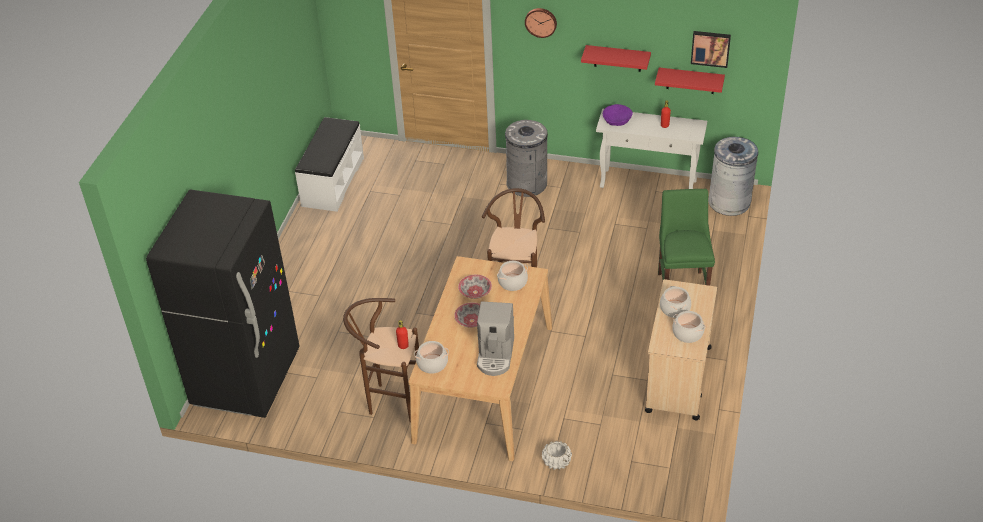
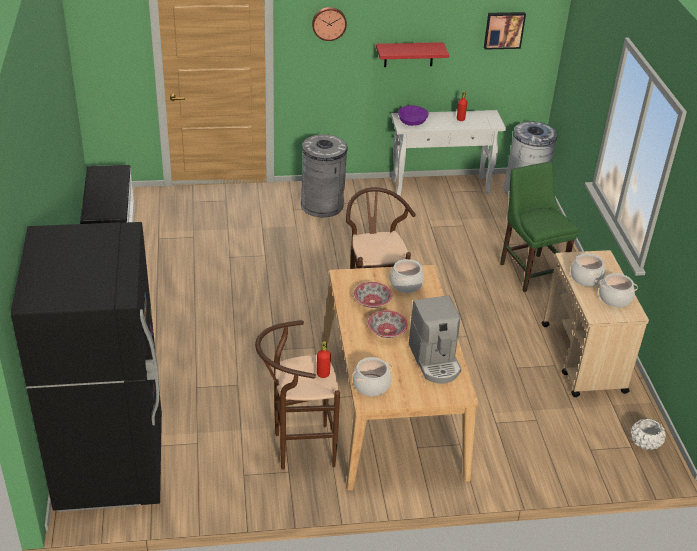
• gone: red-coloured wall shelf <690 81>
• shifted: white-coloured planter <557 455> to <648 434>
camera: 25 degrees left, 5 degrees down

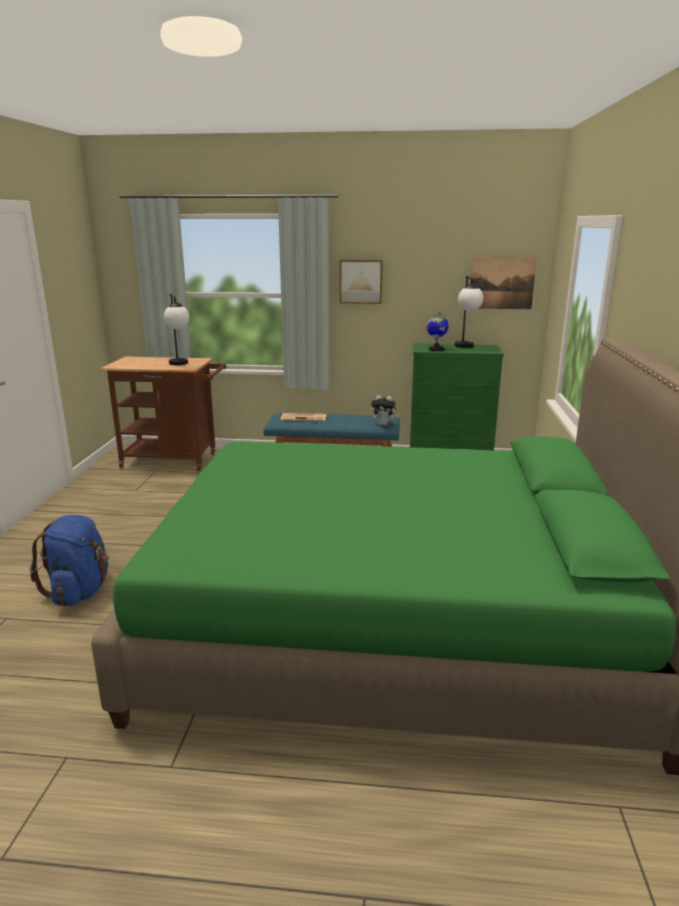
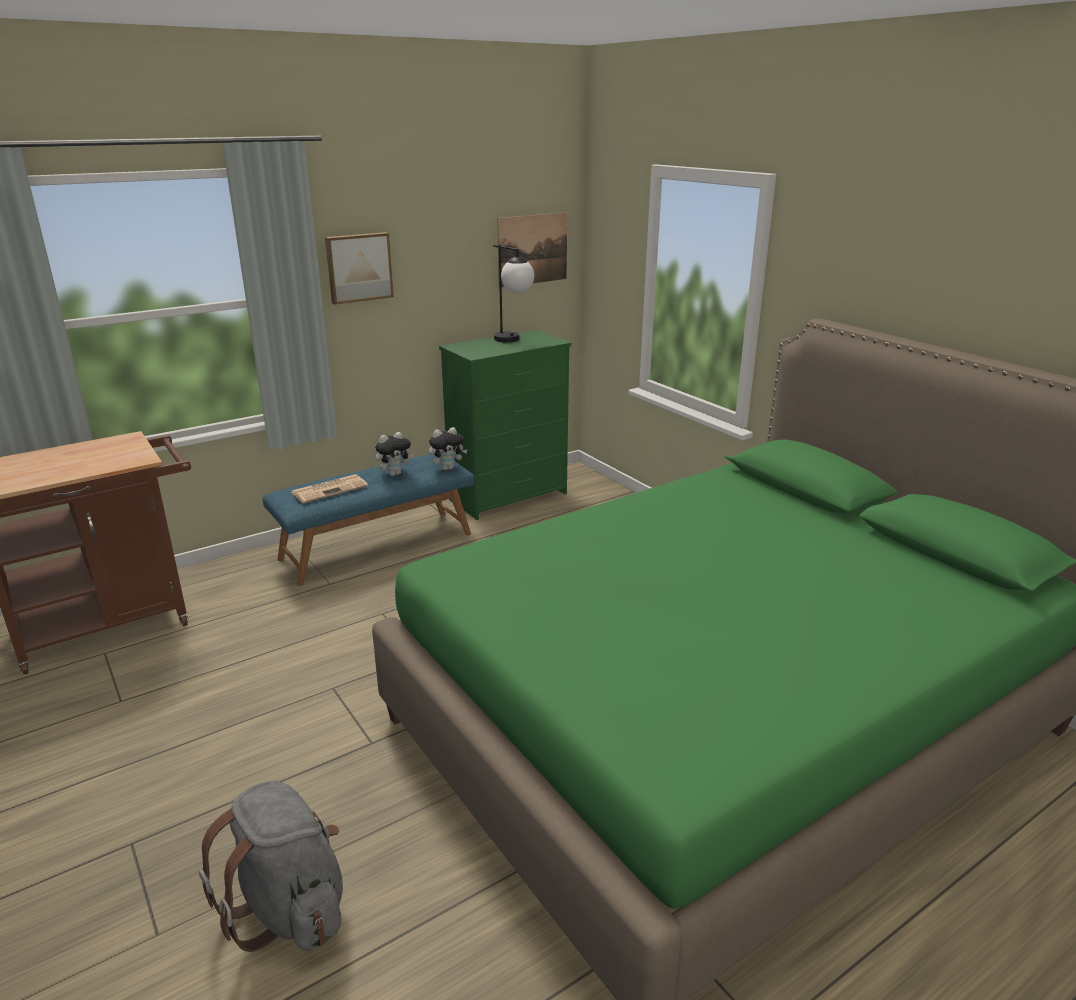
• gone: lamp for a table <176 329>
• gone: desk globe <437 331>
• new: cuddly toy <394 454>
• repainted: blue rucksack <69 560> to grey rucksack <271 866>
camera: 40 degrees left, 5 degrees up

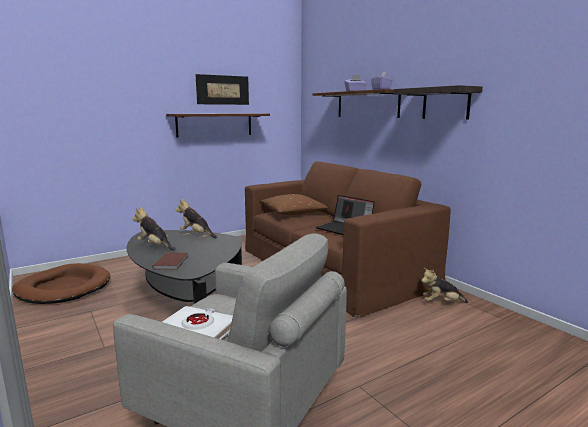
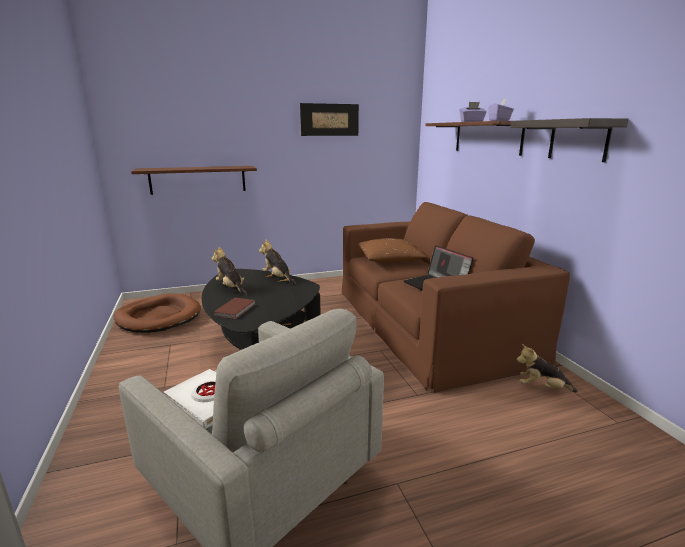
• shifted: wall shelf <218 125> to <194 180>
camera: 15 degrees right, 5 degrees up

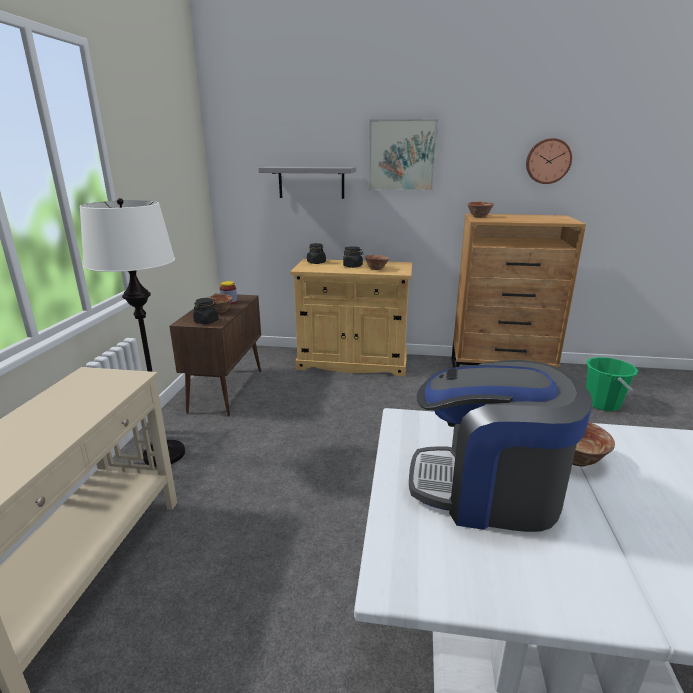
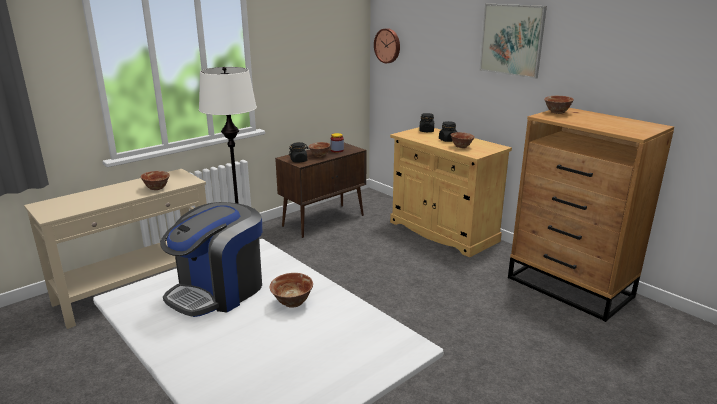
• gone: grey wall shelf <307 183>
• gone: green pail <612 384>
• new: deep dish <155 180>
• shifted: wall clock <549 161> to <387 45>
• rotated: coffee machine <501 446> = <211 259> 105 degrees counterclockwise
camera: 40 degrees right, 0 degrees up

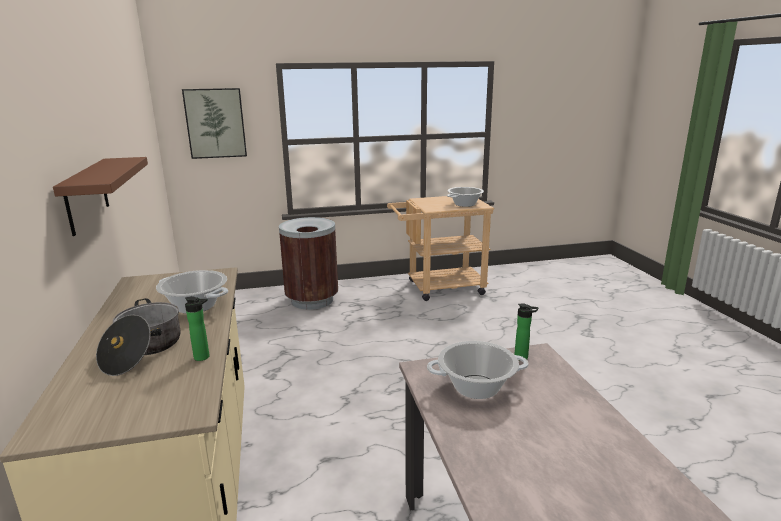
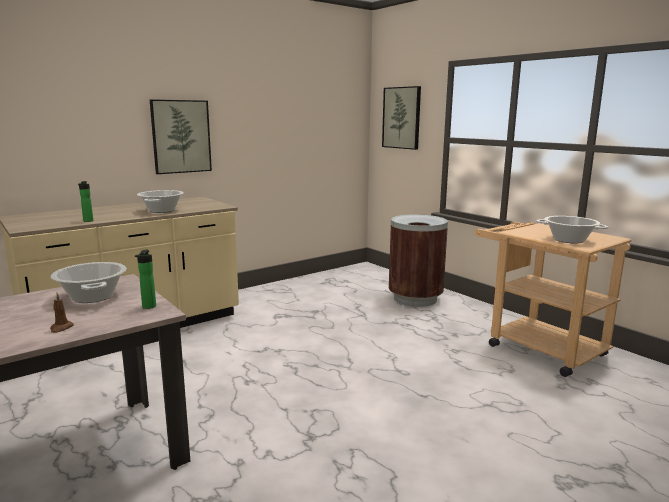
• gone: stockpot <138 337>
• new: brown-coloured wax light <62 313>
• swapped: brown-coloured wall shelf <100 196> to wall art <181 136>
camera: 65 degrees right, 5 degrees down

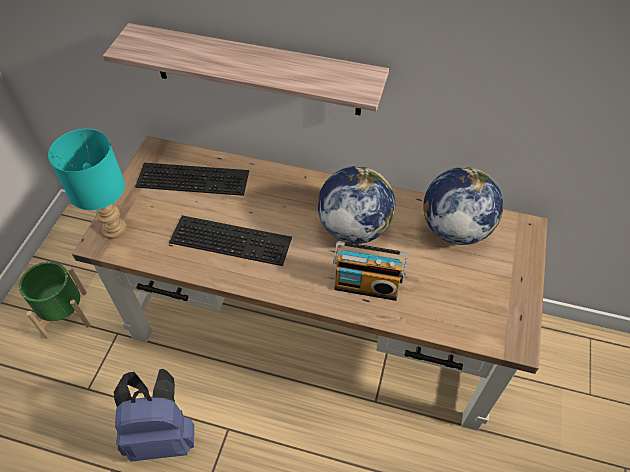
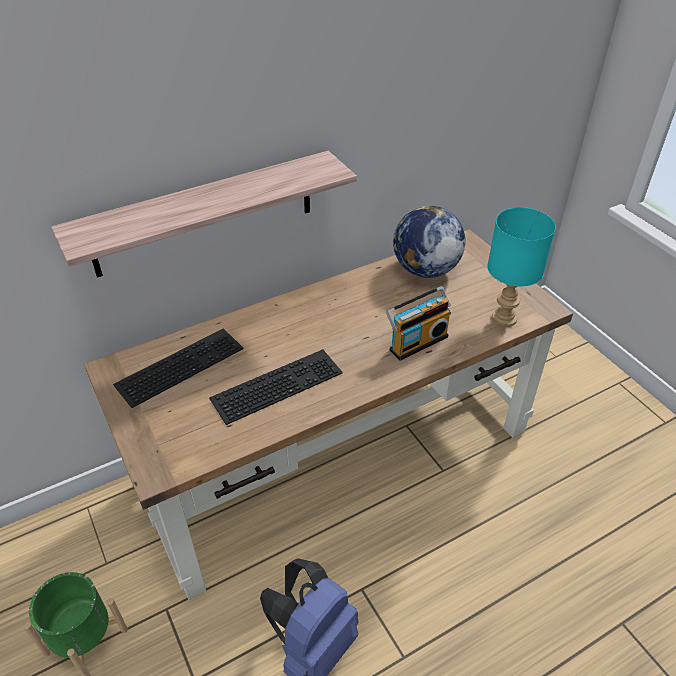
• gone: desk globe <356 205>
• shifted: blue-green lamp for a table <87 184> to <521 267>
camera: 45 degrees left, 10 degrees down

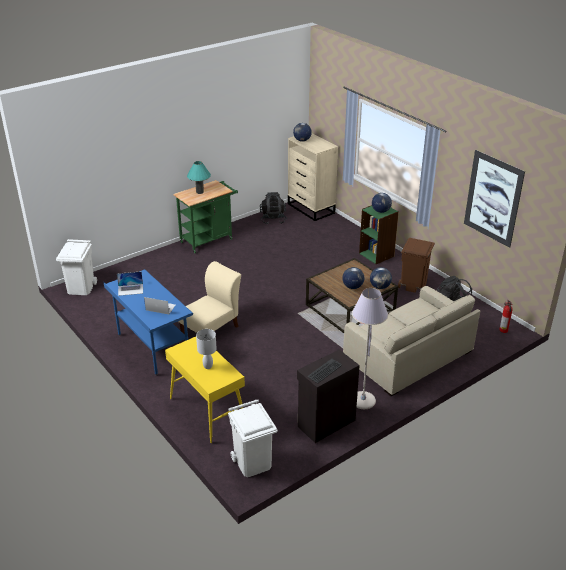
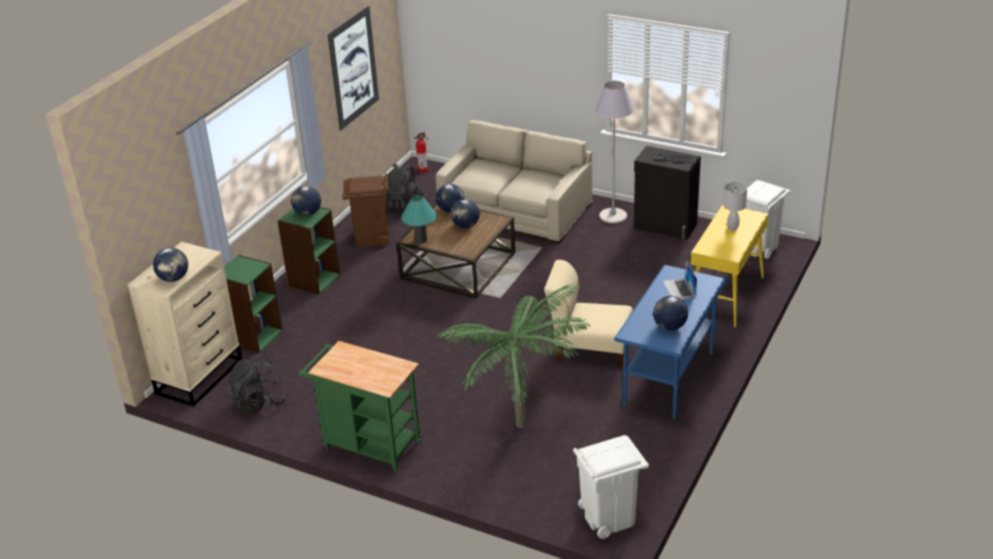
• new: green bookcase <253 304>
• new: plant in a pot <513 356>
• shifted: blue-green lamp for a table <199 177> to <419 219>
• swapped: portable computer <130 283> to desk globe <670 313>
camera: 115 degrees left, 0 degrees up

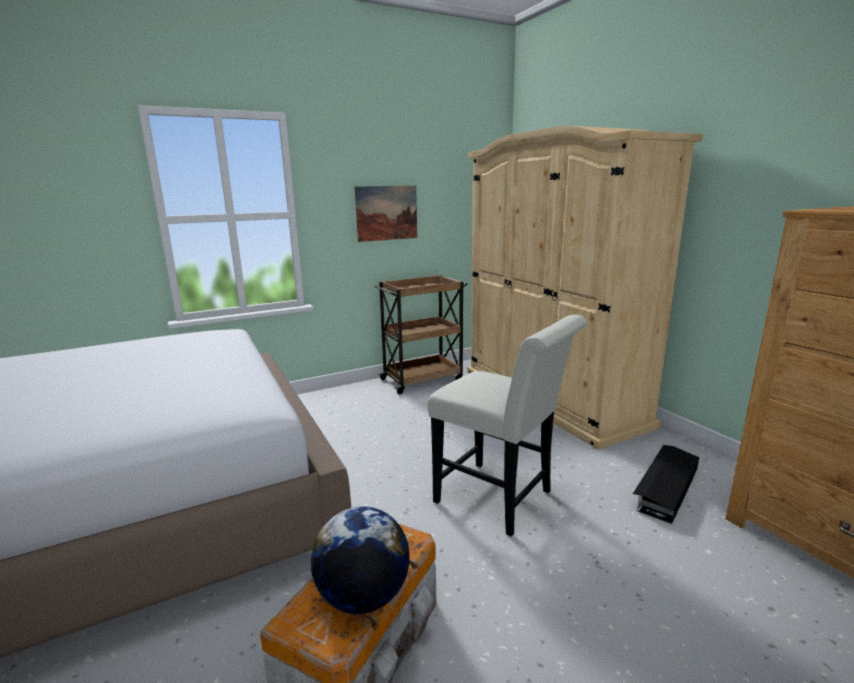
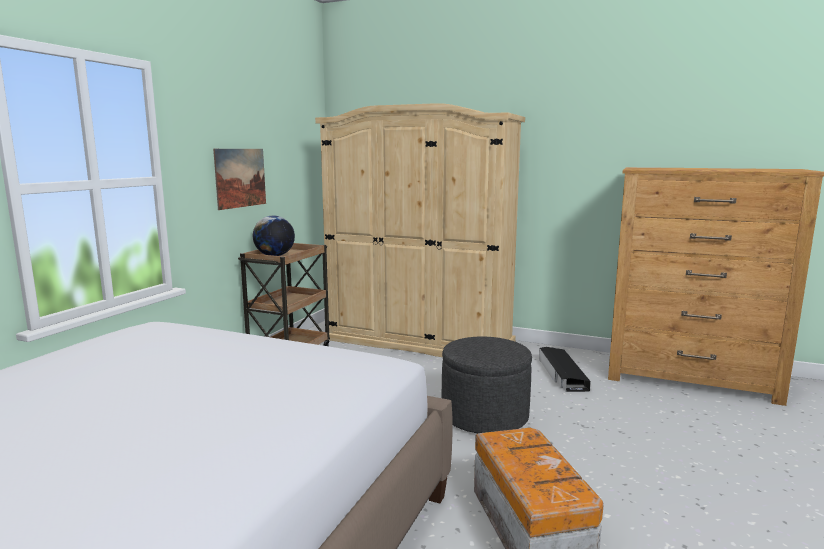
• shifted: desk globe <360 560> to <274 236>
• swapped: white-coloured chair <507 426> to grey pouffe <487 385>
camera: 40 degrees left, 5 degrees down

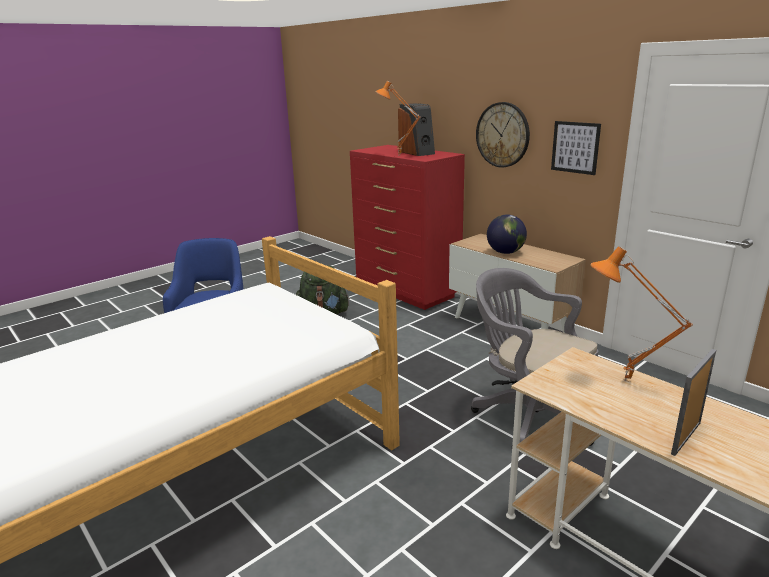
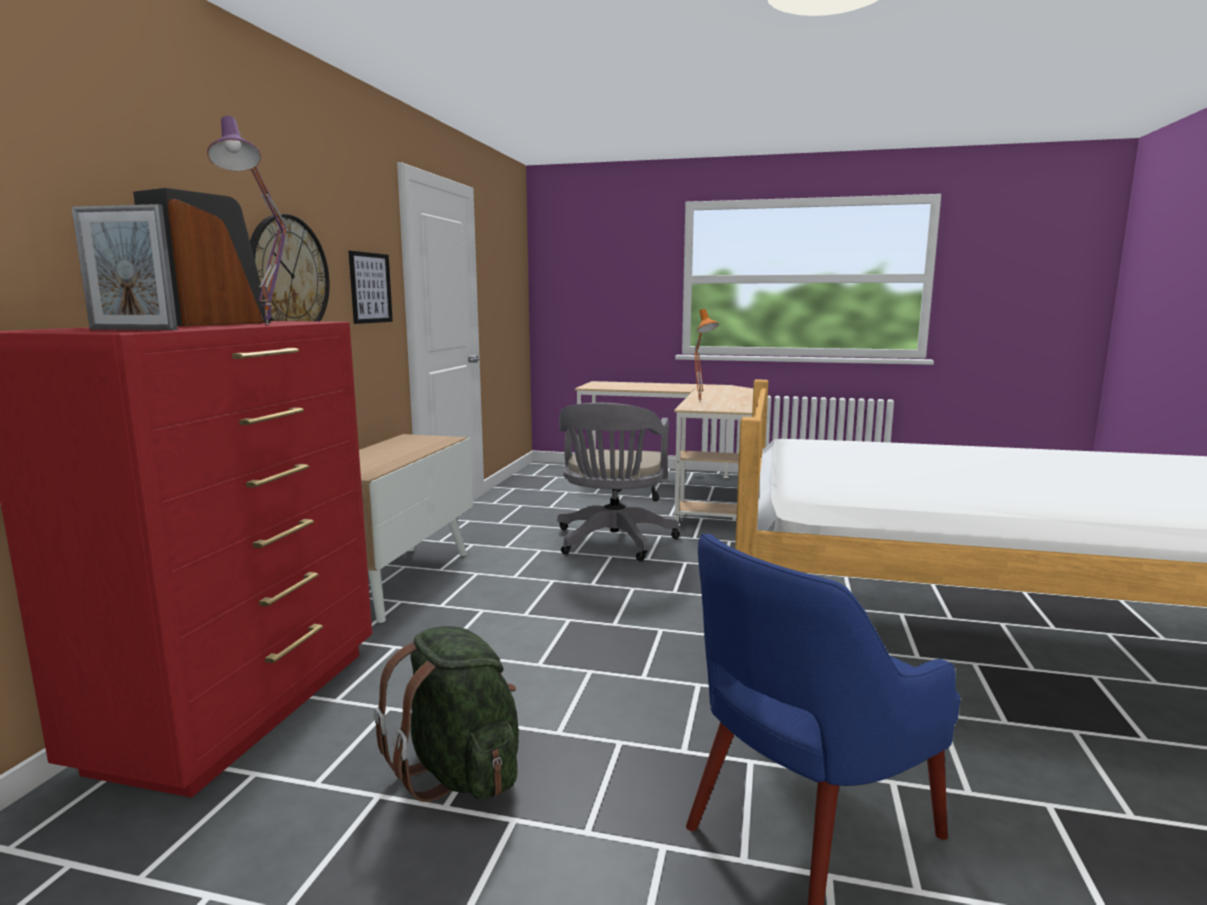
• gone: desk globe <507 234>
• shifted: standing frame <693 402> to <125 267>
• repainted: orange-coloured lamp for a table <398 118> to purplish lamp for a table <247 220>
camera: 125 degrees left, 10 degrees down

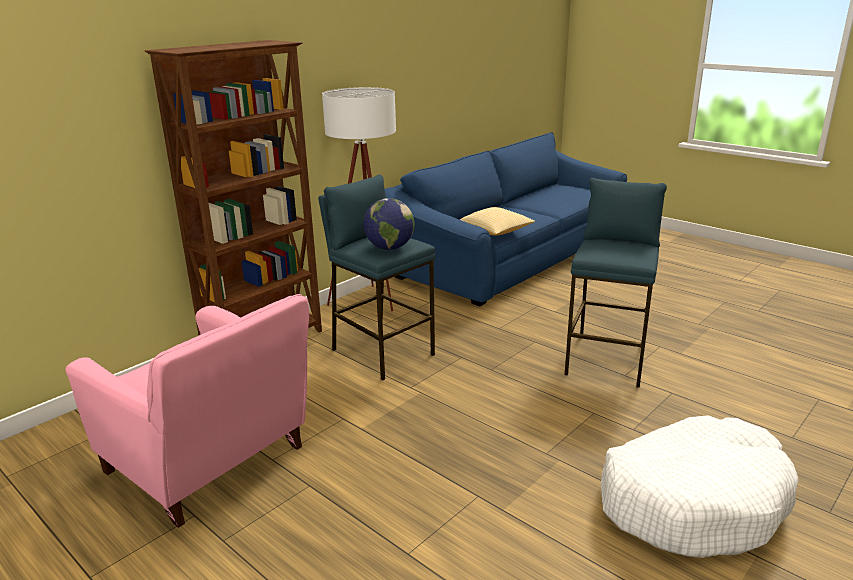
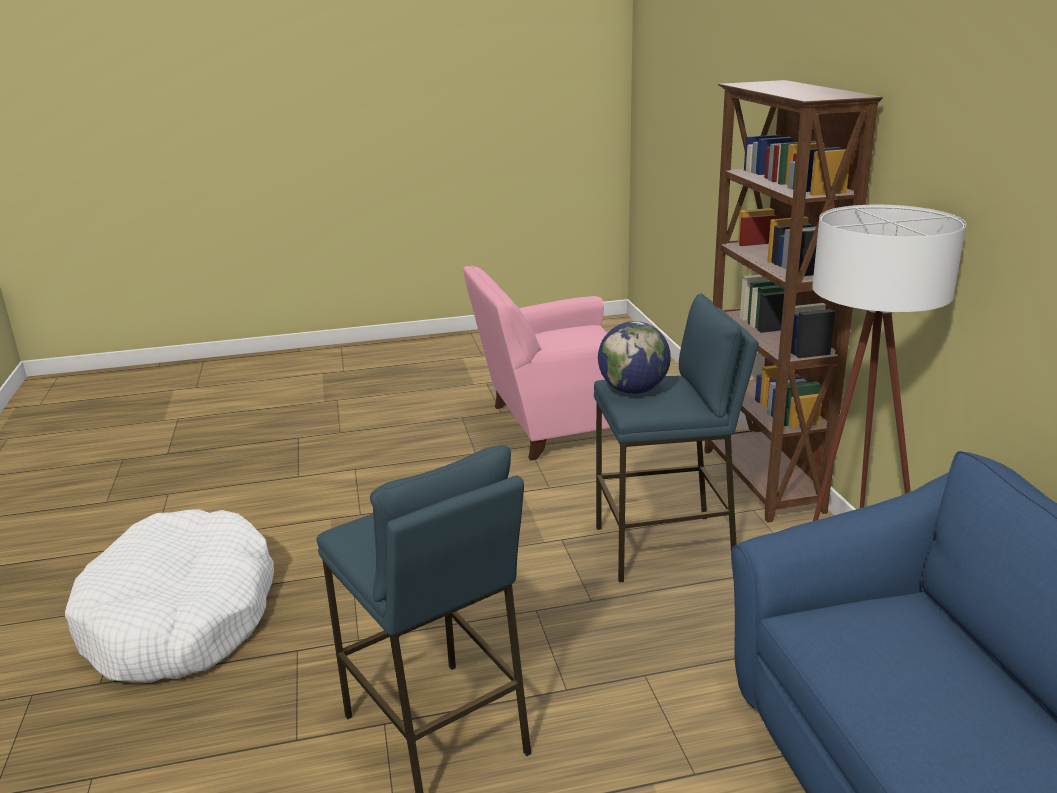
• gone: throw pillow <497 221>
camera: 125 degrees right, 0 degrees up

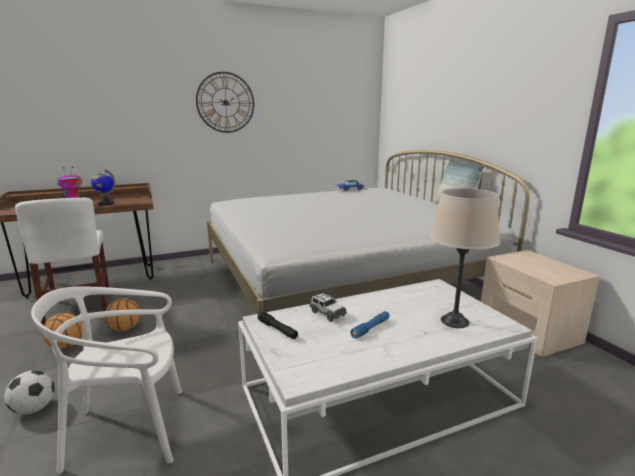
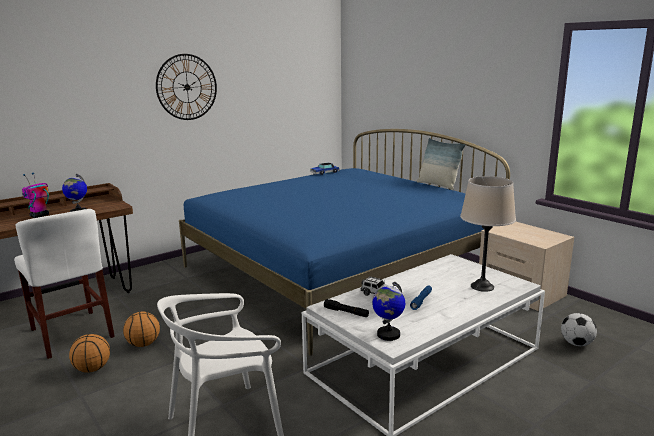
• new: desk globe <388 311>
• shifted: football <29 393> to <579 329>
• repainted: white-coloured sleeping bed <368 232> to blue sleeping bed <344 242>
camera: 15 degrees left, 0 degrees up

